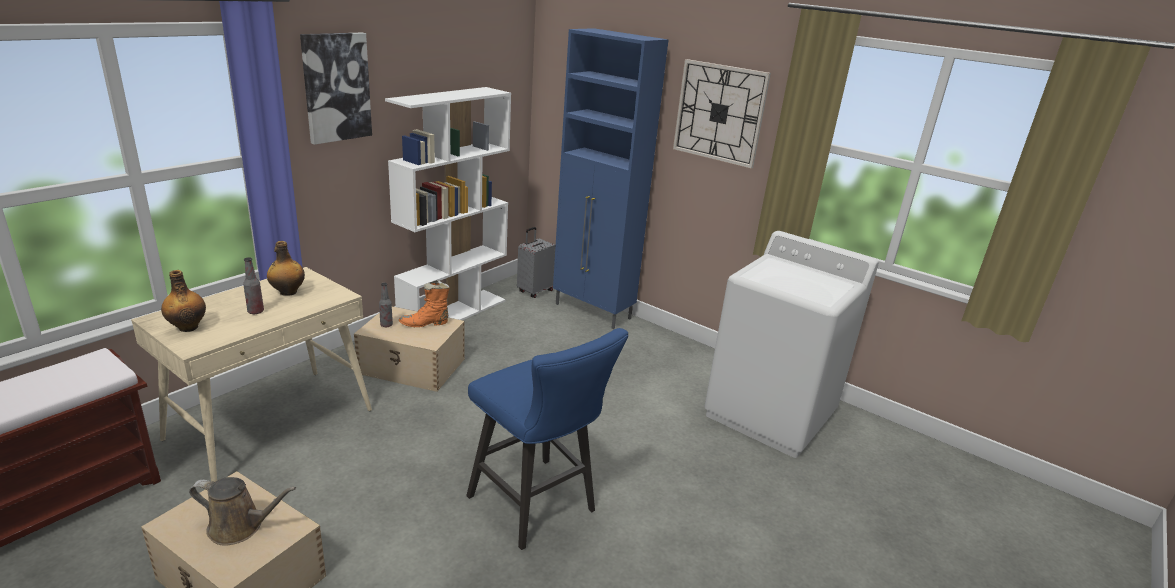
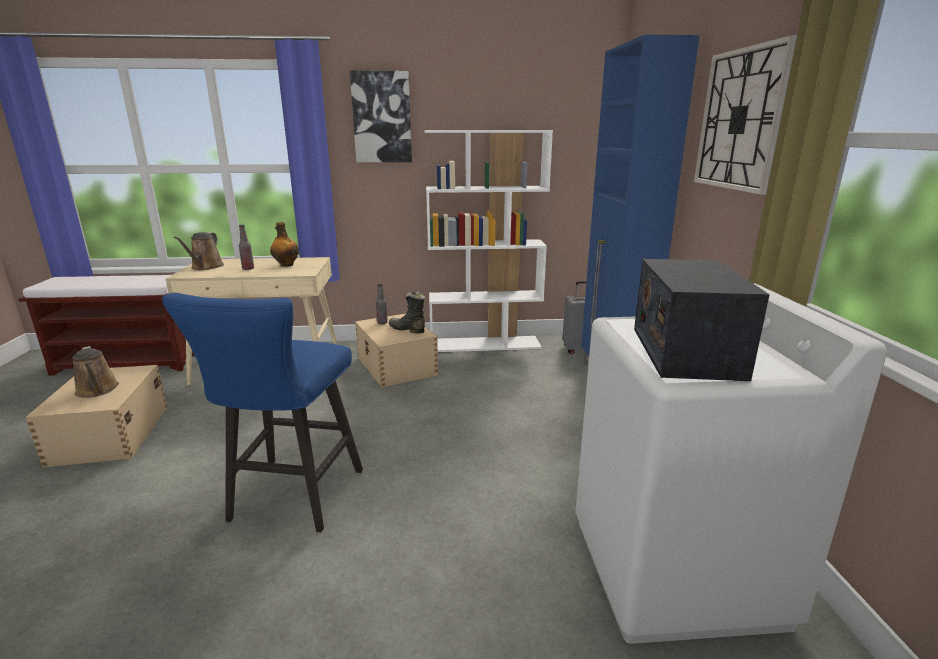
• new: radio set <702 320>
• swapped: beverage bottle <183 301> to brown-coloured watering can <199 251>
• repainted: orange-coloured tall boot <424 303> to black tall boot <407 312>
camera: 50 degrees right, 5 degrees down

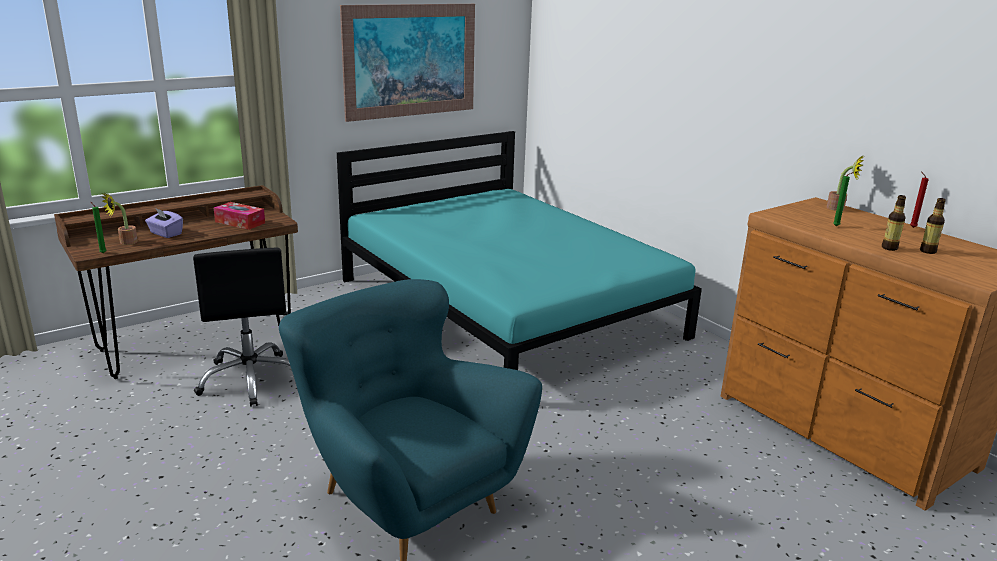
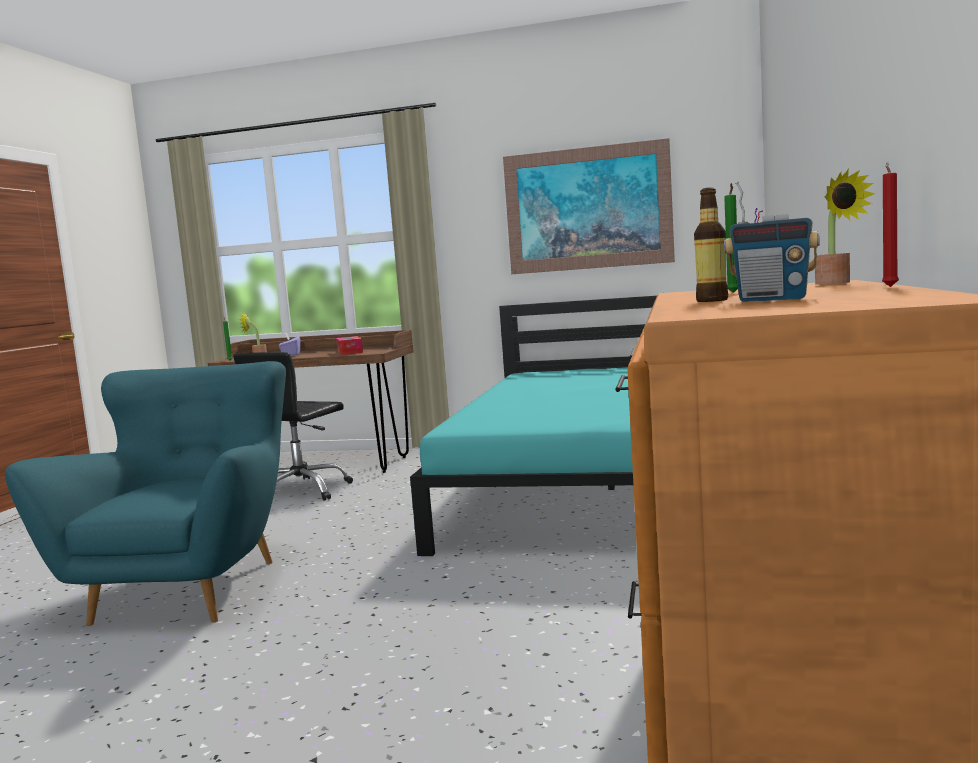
• swapped: beverage bottle <933 226> to radio set <772 242>
camera: 50 degrees right, 15 degrees down

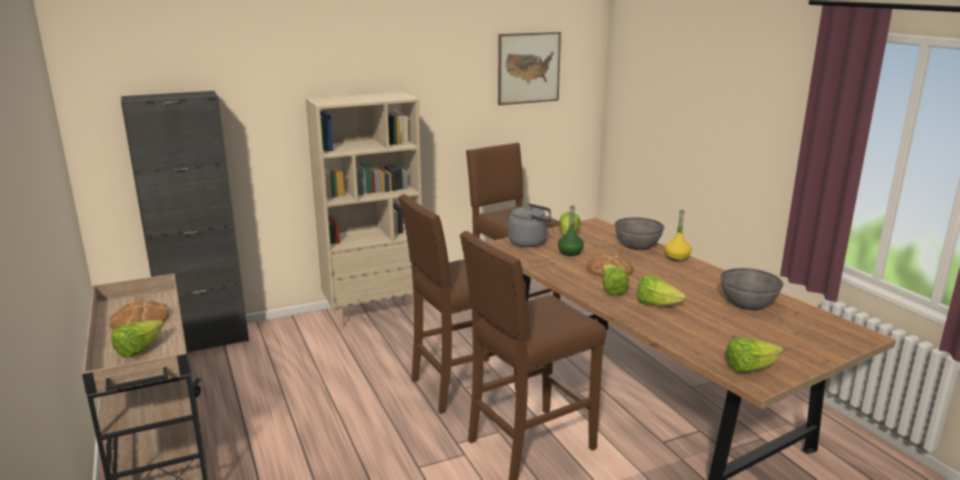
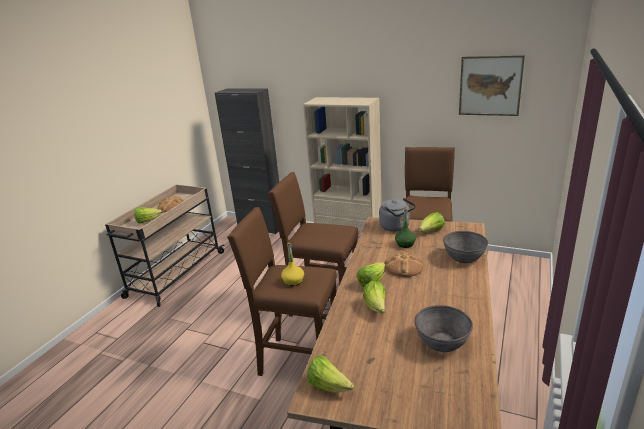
• shifted: yellow beverage bottle <678 235> to <292 264>
camera: 50 degrees right, 5 degrees up

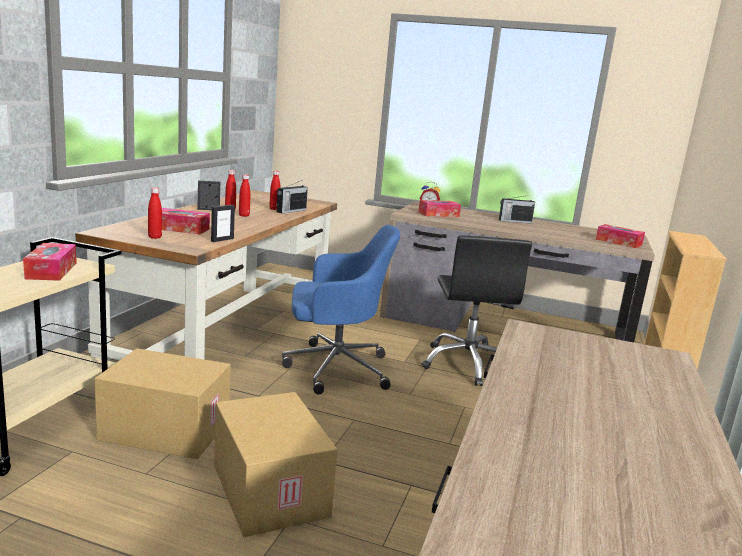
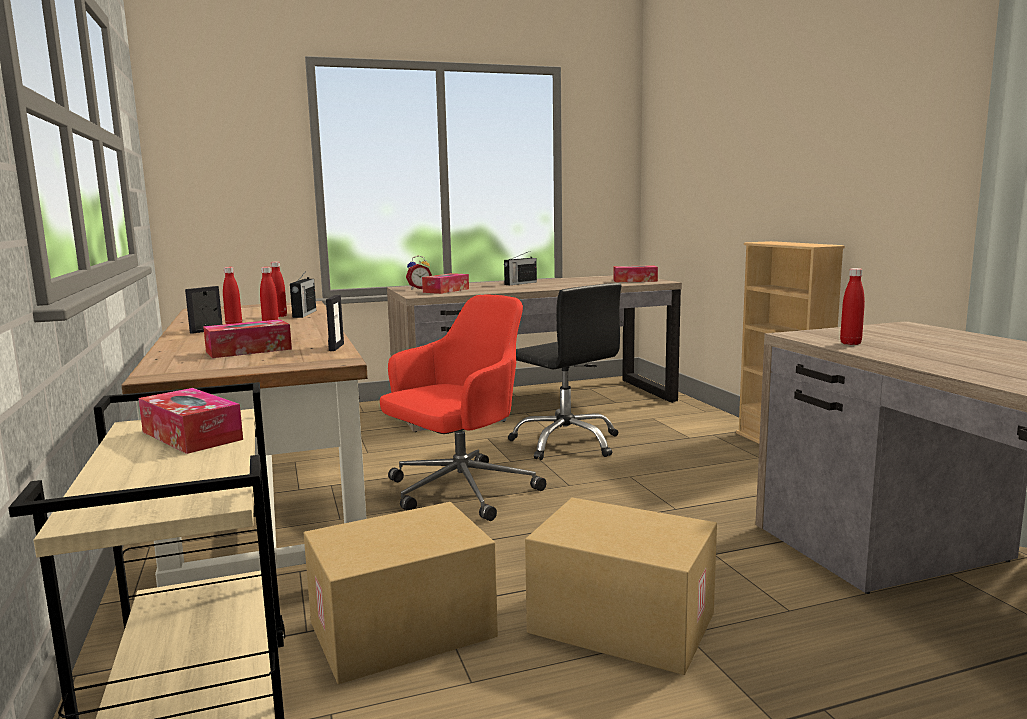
• shifted: red-coloured beverage bottle <155 213> to <852 306>
• repainted: blue desk chair <341 310> to red-coloured desk chair <463 408>
camera: 35 degrees left, 5 degrees down

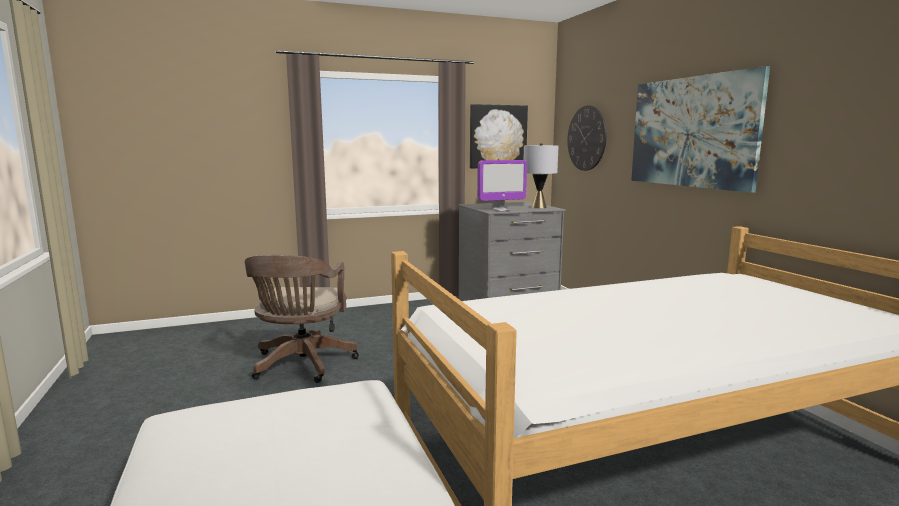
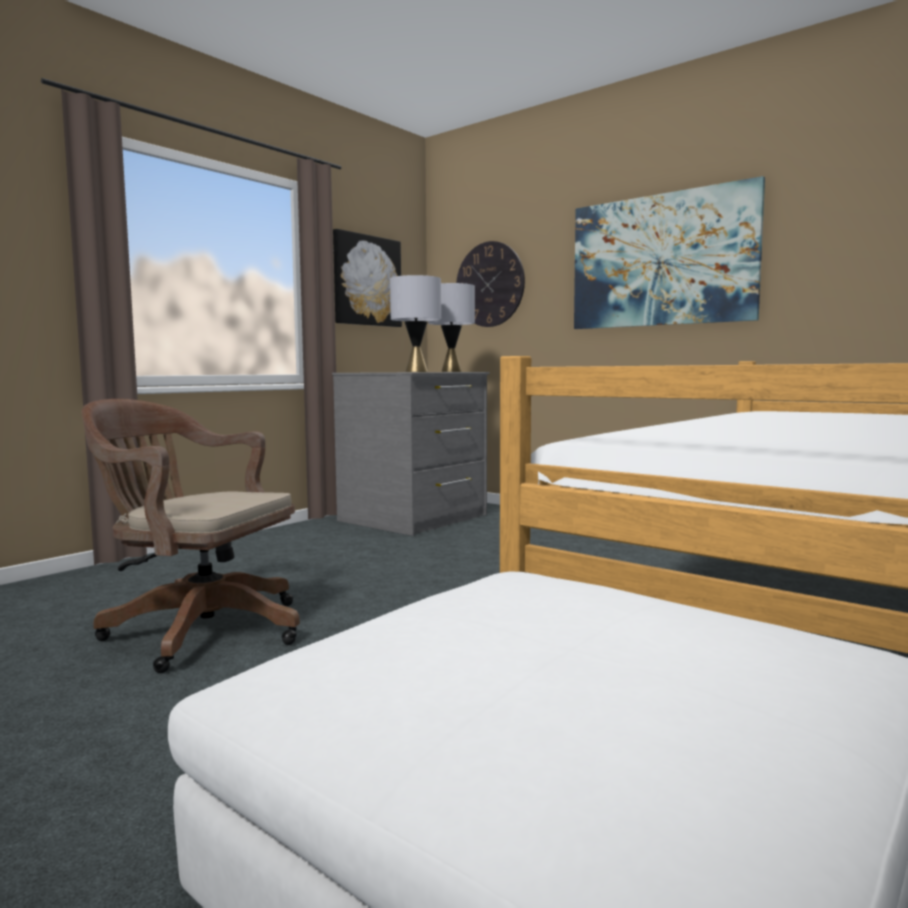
• swapped: computer screen <502 185> to grey lamp for a table <415 323>
• rotated: brown-coloured desk chair <302 319> = <191 536> 135 degrees clockwise
camera: 30 degrees left, 5 degrees down

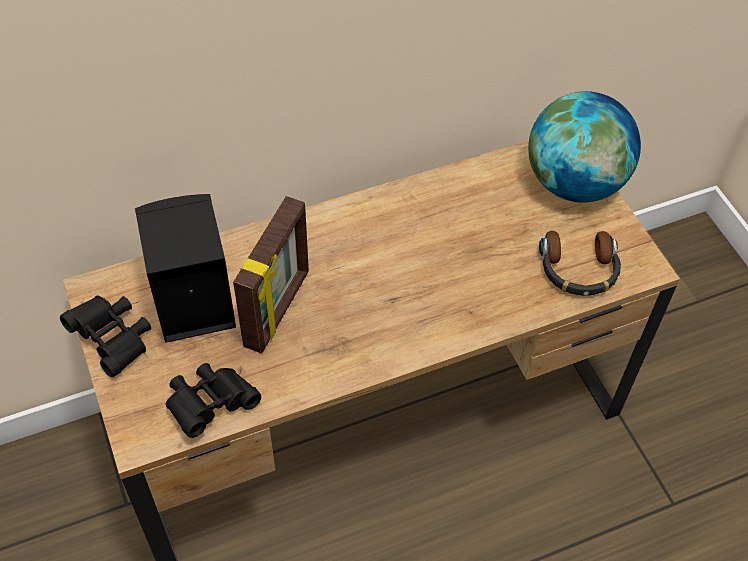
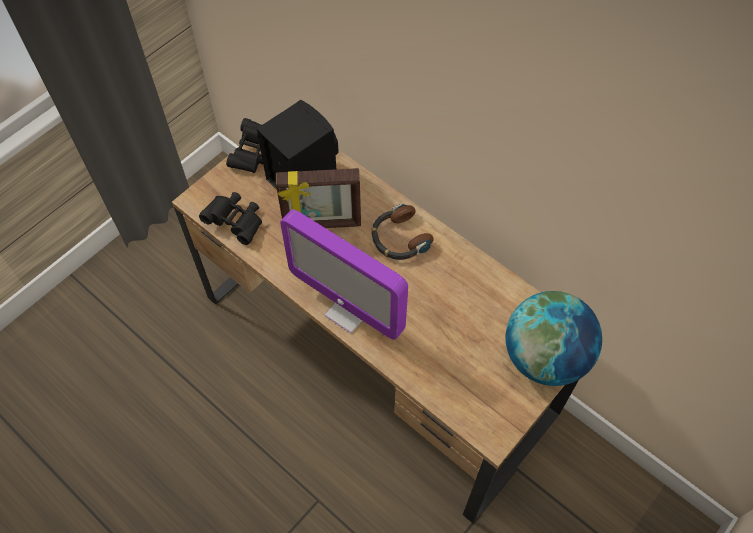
• new: computer screen <344 274>
• shifted: headphones <580 263> to <402 232>
camera: 65 degrees right, 5 degrees up

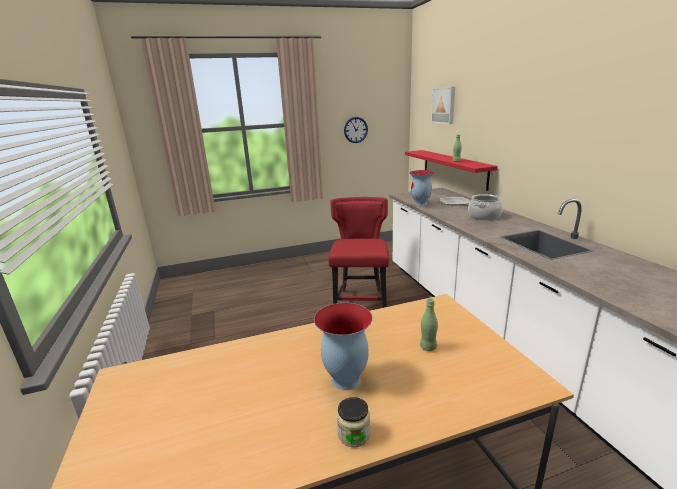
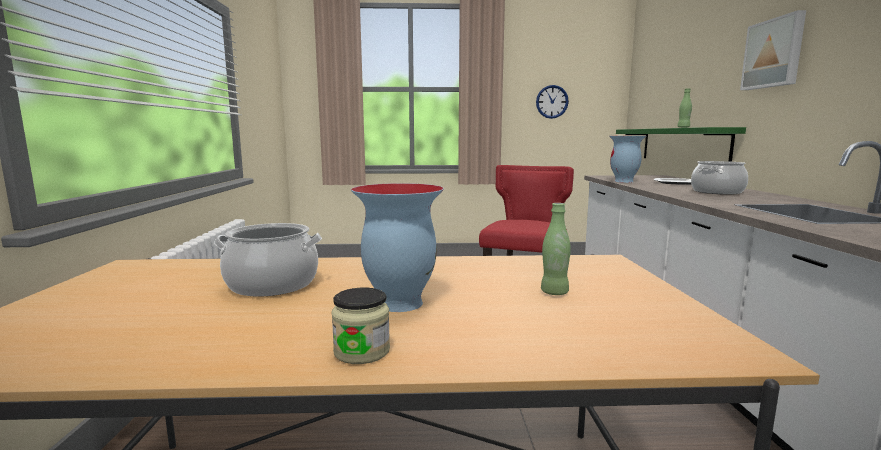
• new: stockpot <268 260>
• shifted: wall art <443 105> to <773 50>
• repainted: red-coloured wall shelf <451 170> to green wall shelf <681 144>
camera: 15 degrees right, 10 degrees down

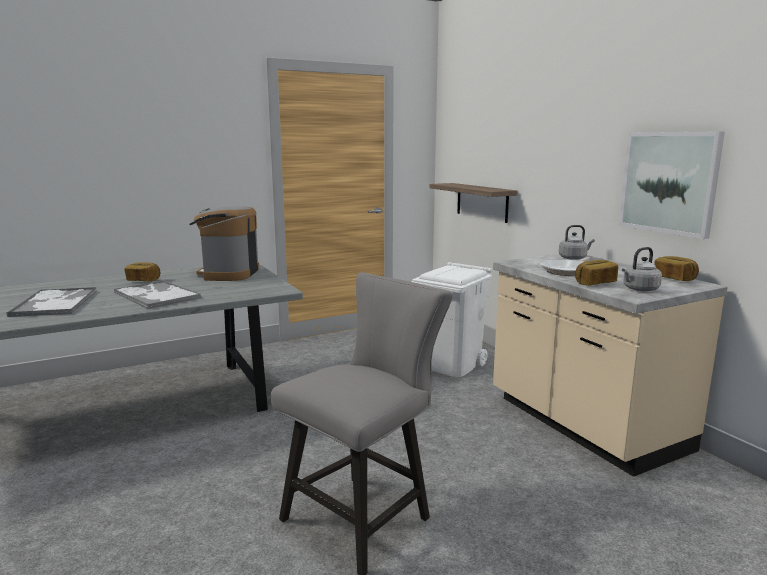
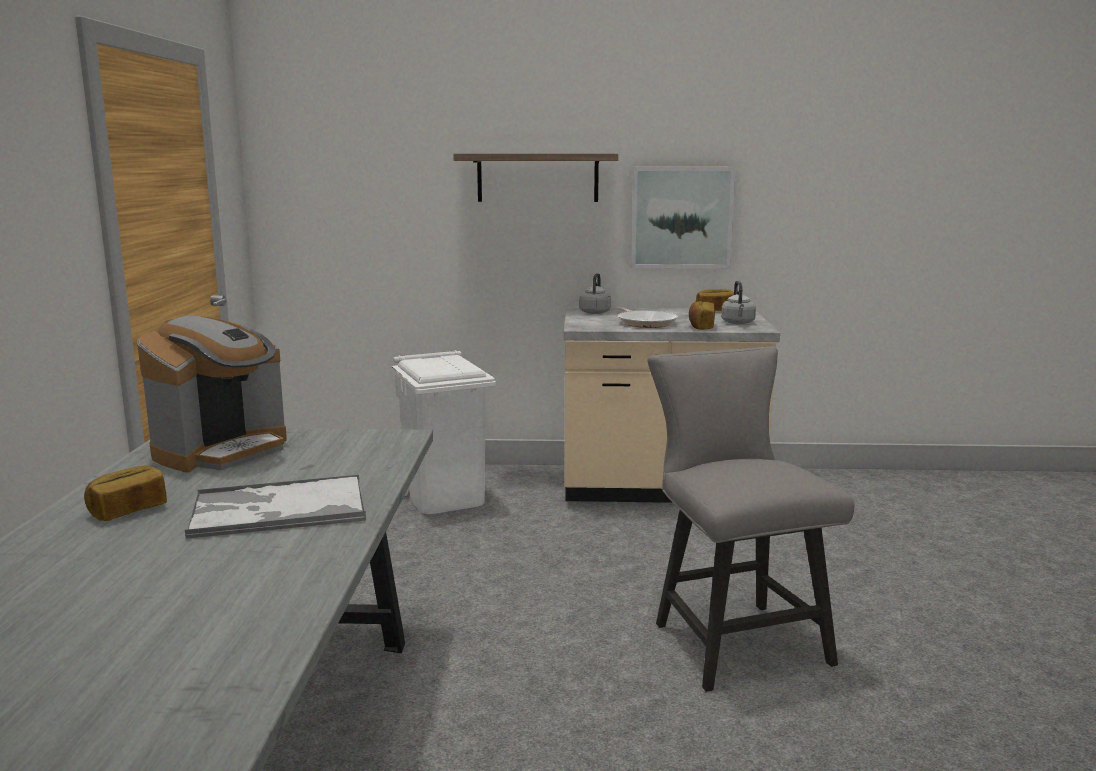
• gone: carrying tray <51 302>
• shifted: wall shelf <474 203> to <535 177>
• rotated: coffee machine <224 243> = <212 394> 90 degrees counterclockwise
camera: 60 degrees left, 0 degrees up

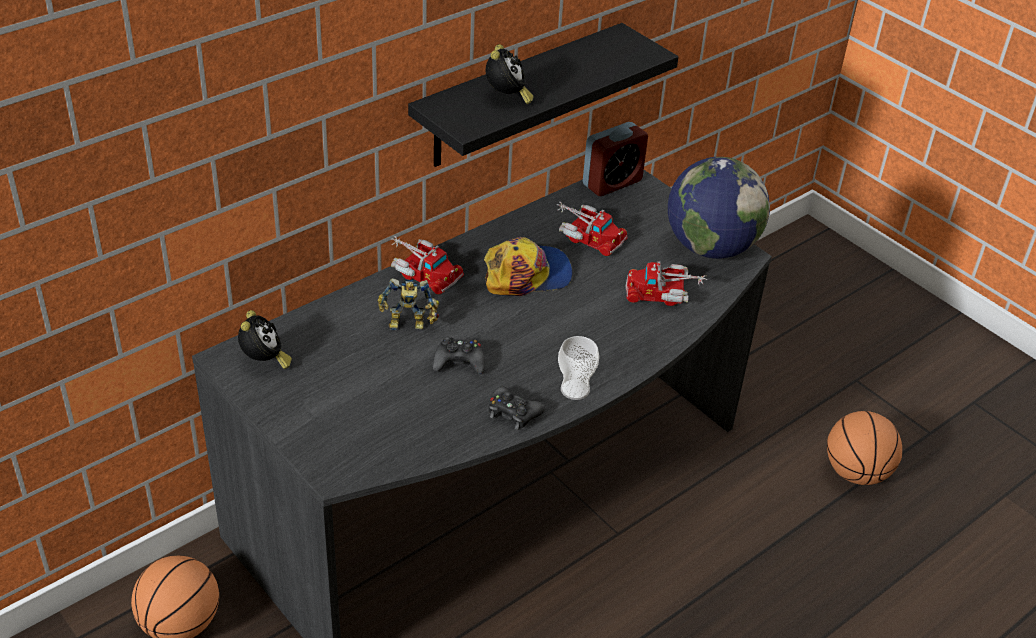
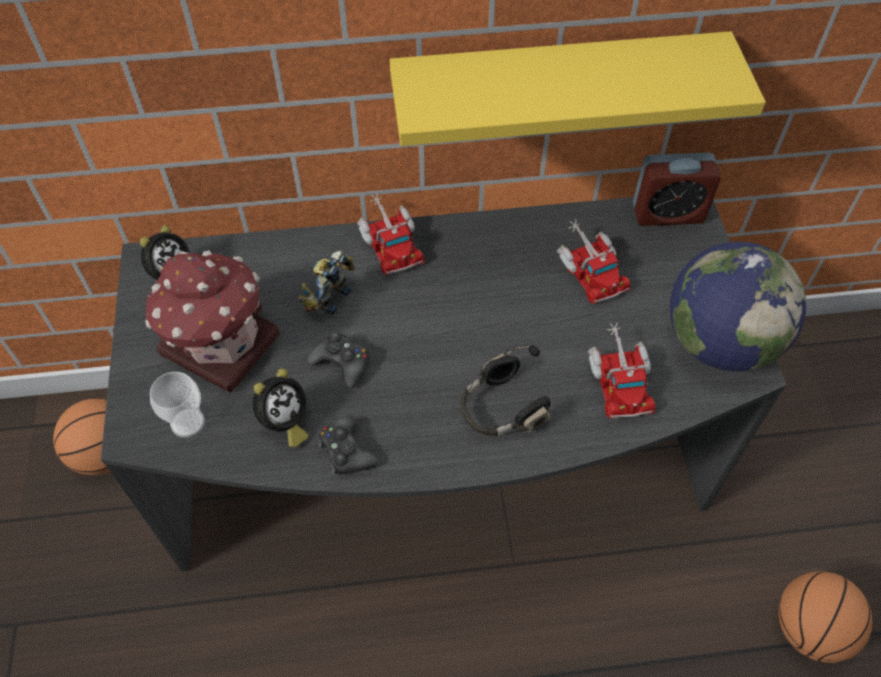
• gone: cap <528 266>
• new: miniature house <212 321>
• new: black headphones <506 390>
• shifted: bedside clock <510 74> to <280 408>
• shifted: small cup <578 368> to <177 405>
• repainted: black wall shelf <543 95> to yellow wall shelf <578 88>
• rotated: robot figure <408 304> = <326 282> 90 degrees clockwise
• rotated: toy lorry <666 283> = <621 370> 135 degrees counterclockwise
camera: 35 degrees right, 15 degrees up

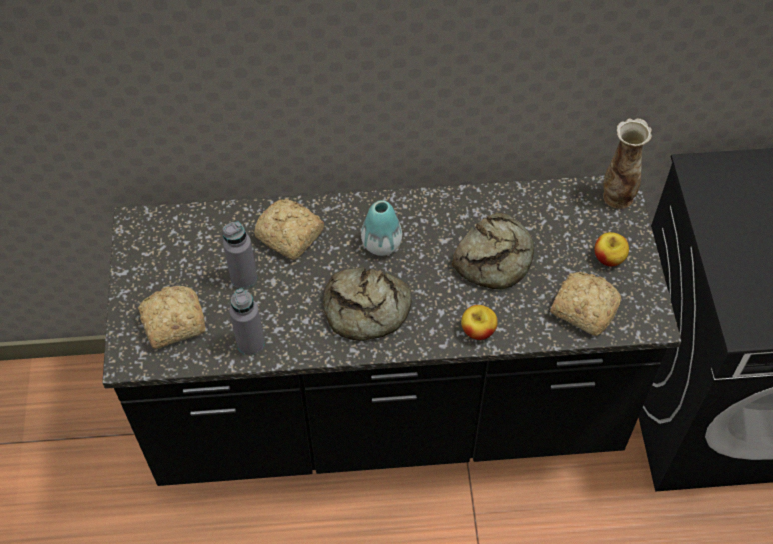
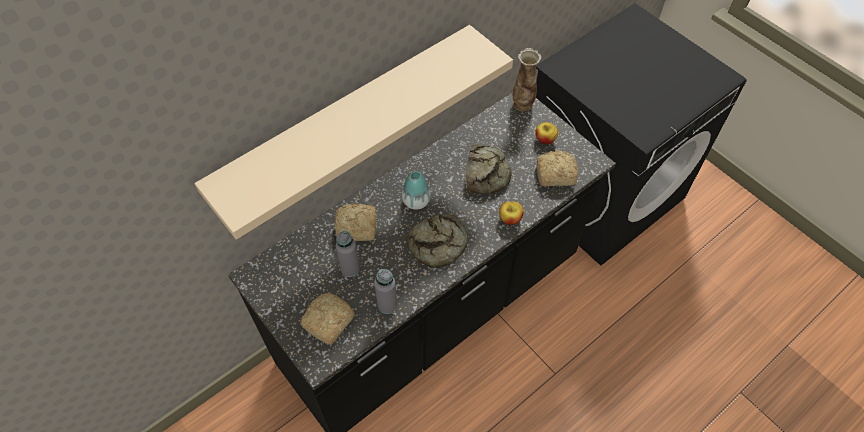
• new: sand-coloured wall shelf <353 132>
camera: 35 degrees left, 0 degrees up

